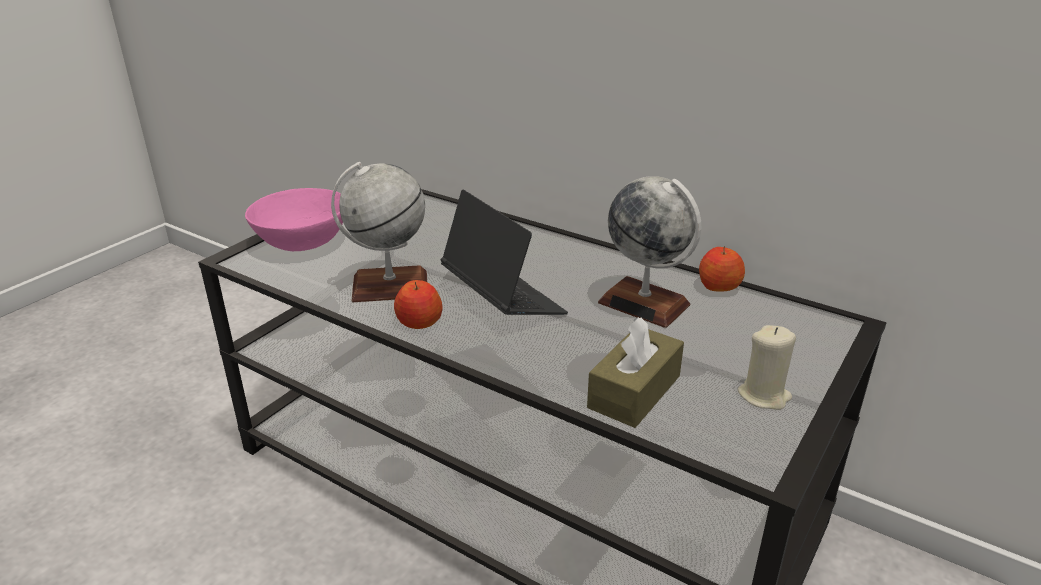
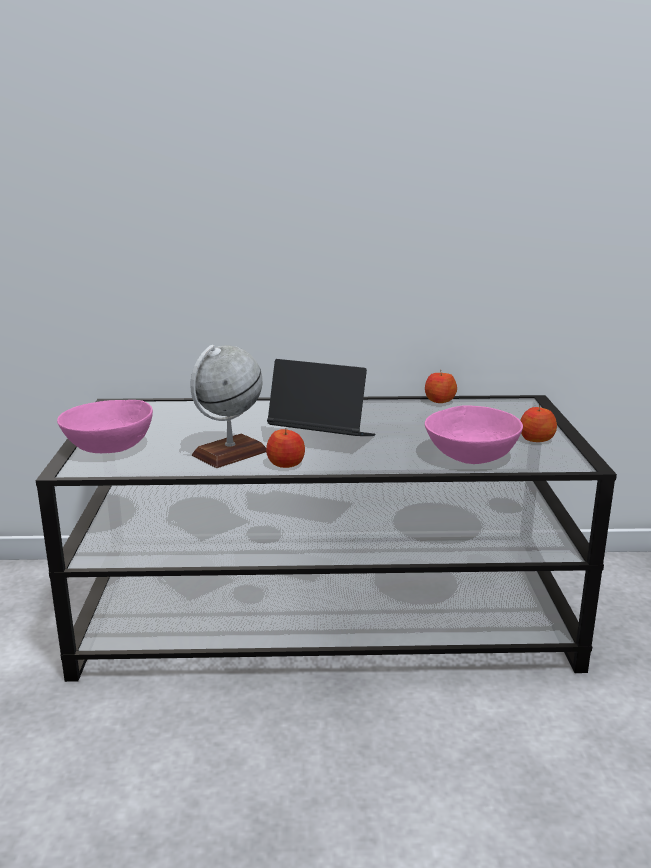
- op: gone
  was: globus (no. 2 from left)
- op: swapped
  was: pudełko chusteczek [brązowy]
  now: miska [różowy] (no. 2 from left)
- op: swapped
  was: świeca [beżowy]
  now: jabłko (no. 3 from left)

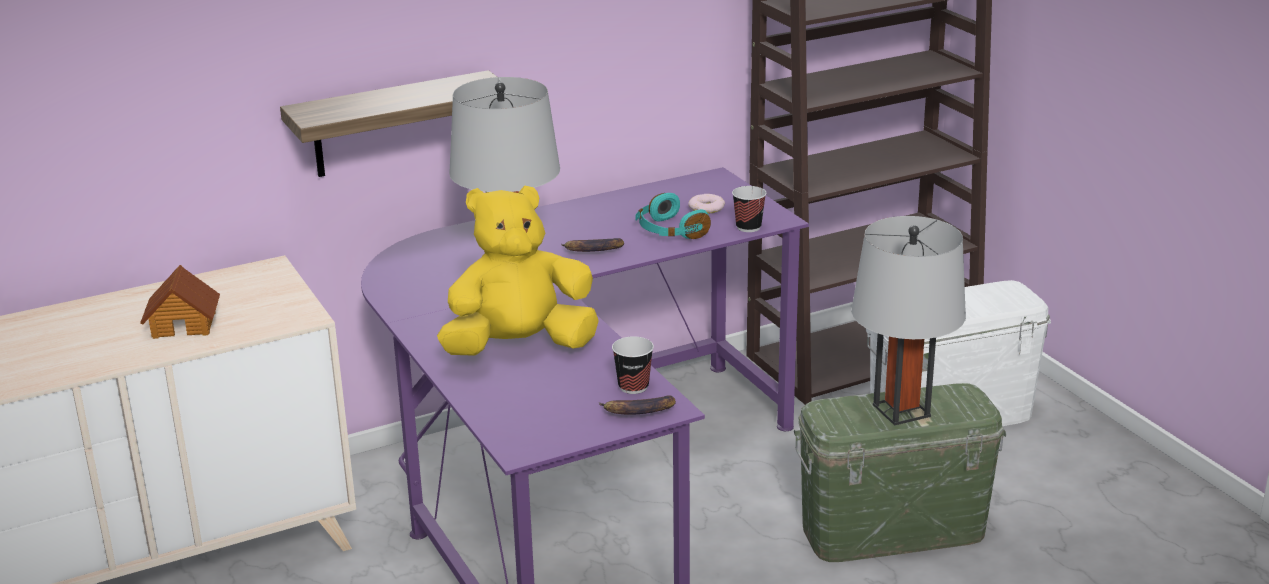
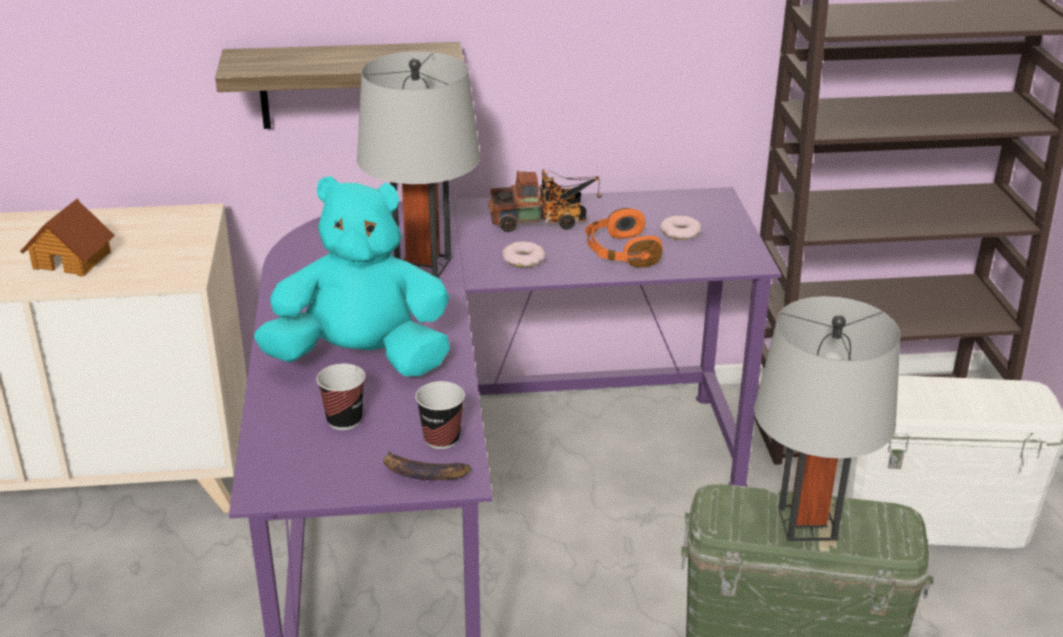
- op: repainted
  was: pluszak [żółty]
  now: pluszak [turkusowy]
- op: shifted
  was: filiżanka (no. 2 from left in the first image)
  now: filiżanka (no. 1 from left)
- op: repainted
  was: słuchawki [turkusowy]
  now: słuchawki [pomarańczowy]
- op: swapped
  was: banan (no. 1 from left)
  now: donut (no. 1 from left)
- op: new
  now: ciężarówka zabawkowa

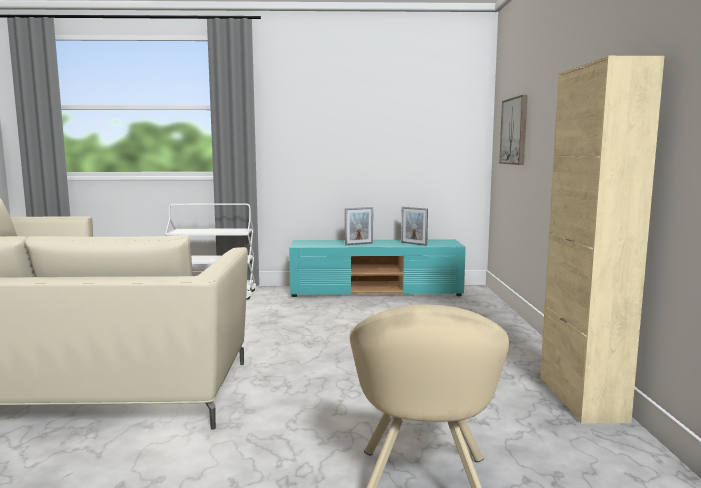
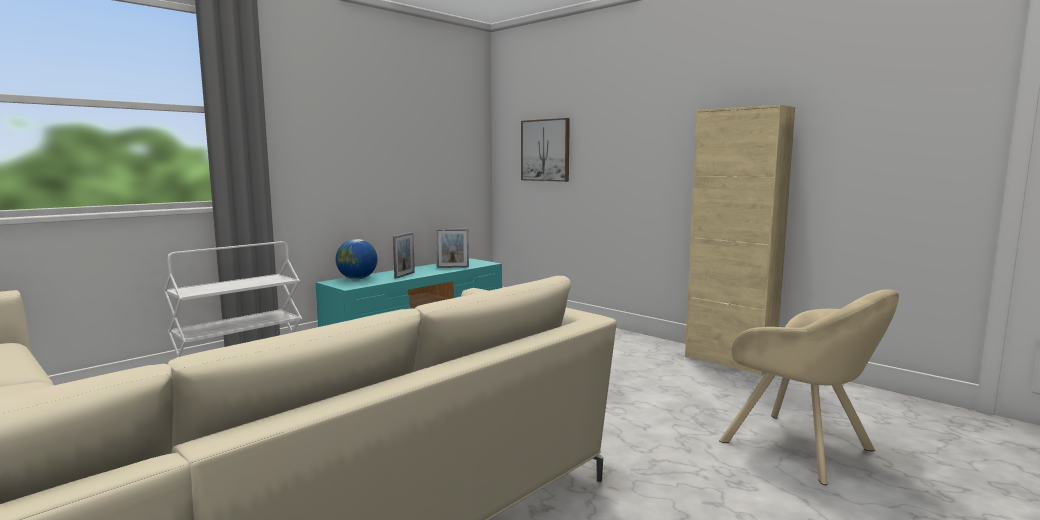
- op: new
  now: globus

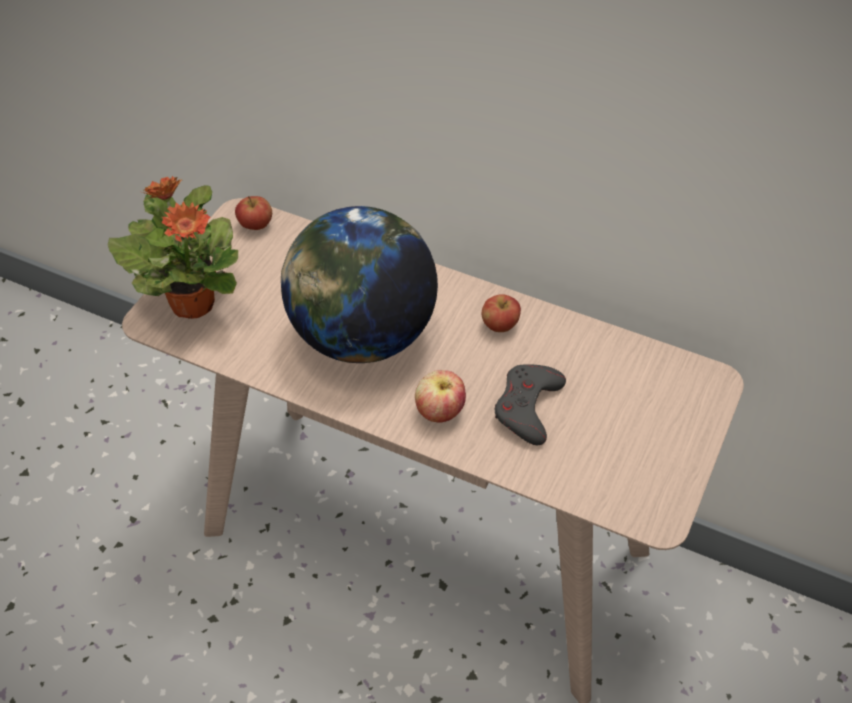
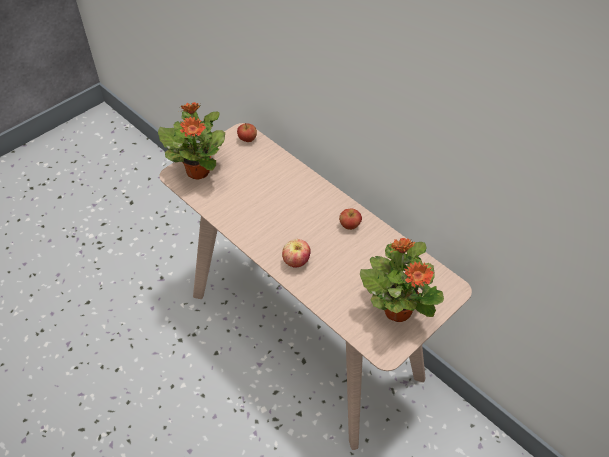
- op: gone
  was: globus
- op: gone
  was: pad do gier [szary]
- op: new
  now: roślina doniczkowa (no. 2 from left)

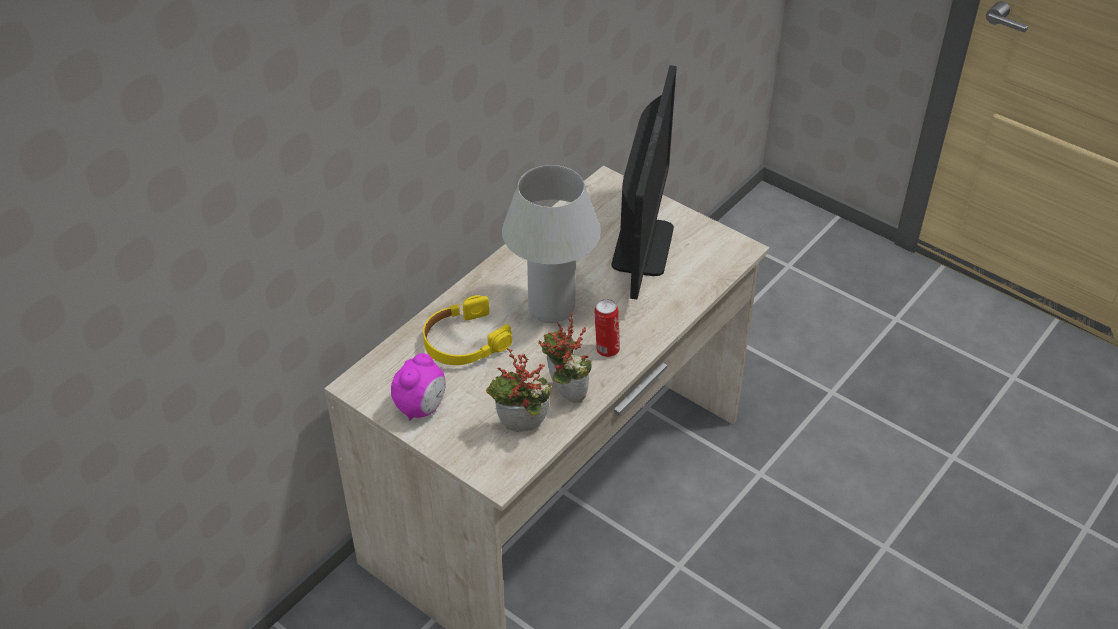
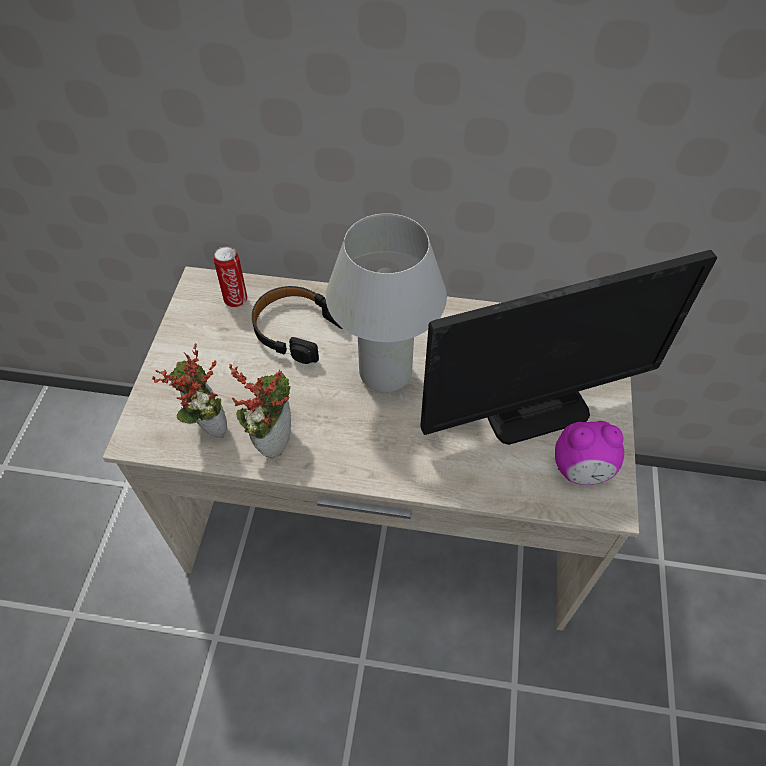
- op: repainted
  was: słuchawki [żółty]
  now: słuchawki [czarny]
- op: shifted
  was: puszka
- op: shifted
  was: budzik

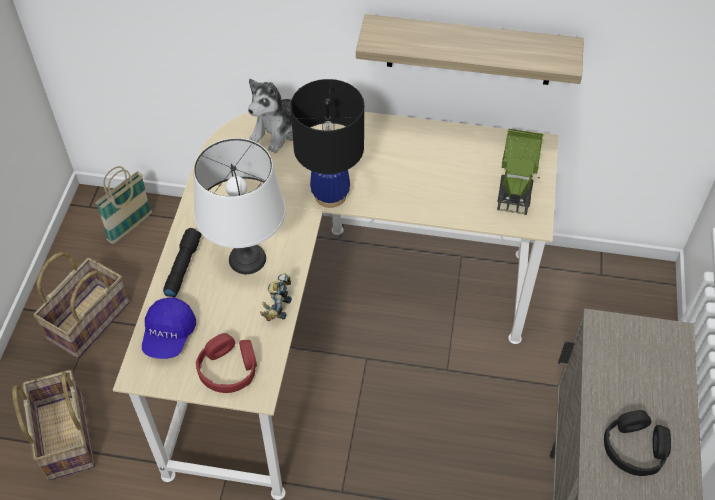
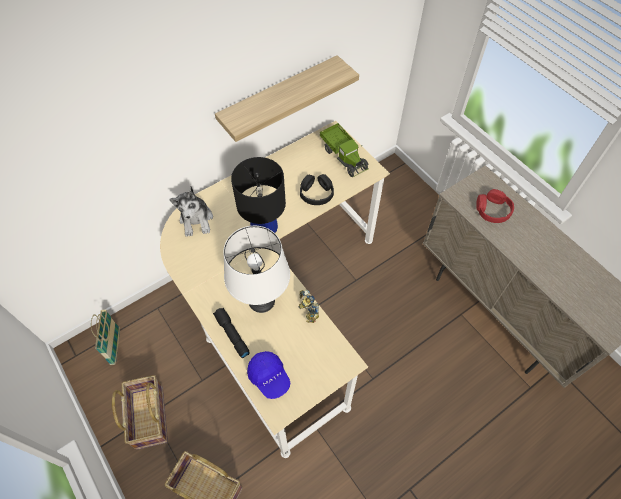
- op: shifted
  was: słuchawki [czerwony]
- op: shifted
  was: słuchawki [czarny]

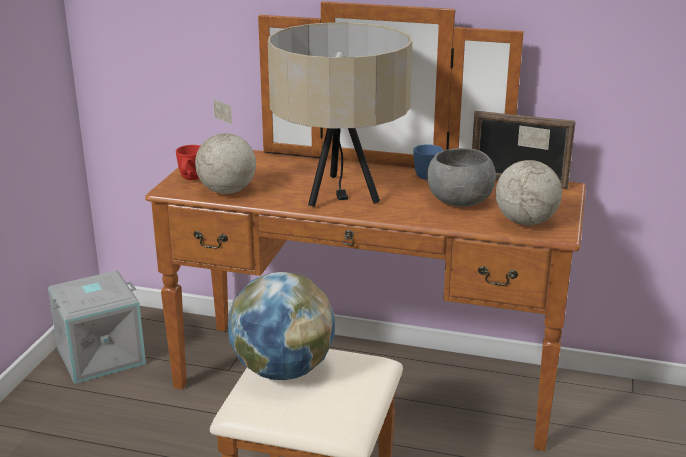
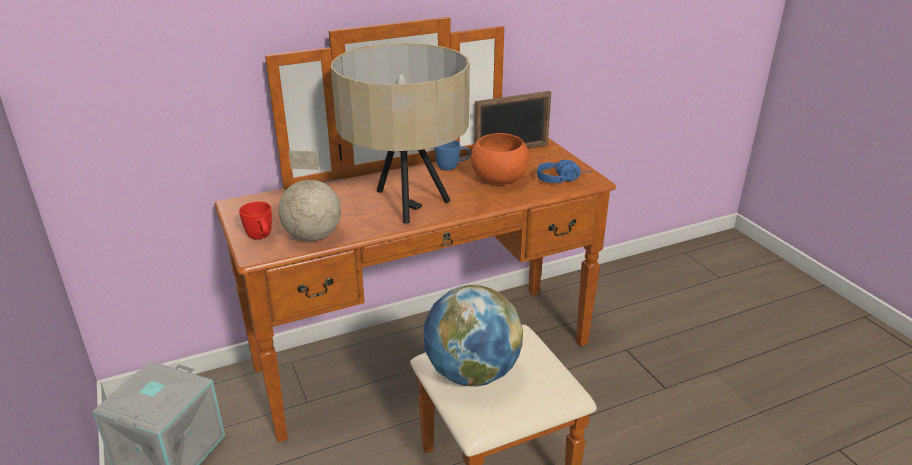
- op: swapped
  was: globus (no. 3 from left)
  now: słuchawki [niebieski]
- op: repainted
  was: miska [szary]
  now: miska [pomarańczowy]

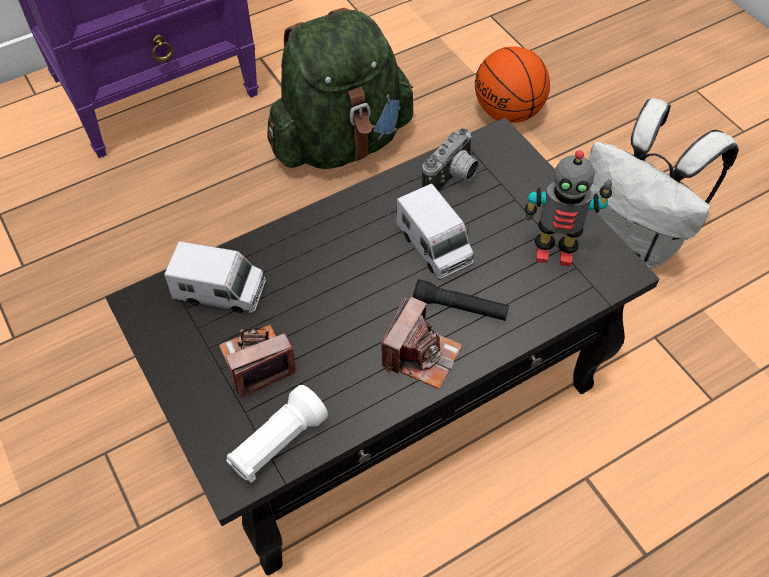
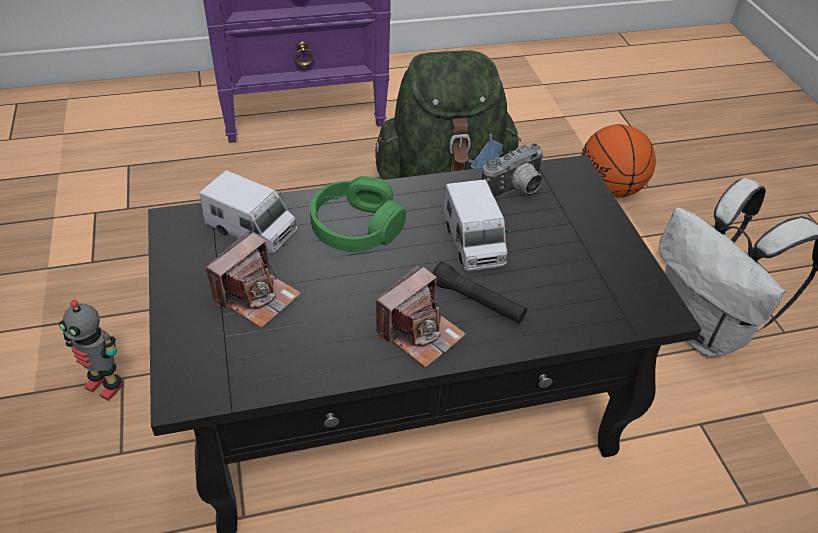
- op: shifted
  was: robot zabawkowy
- op: rotated
  was: aparat fotograficzny (no. 1 from left)
  clockwise: 135
- op: gone
  was: latarka [biały]
- op: new
  now: słuchawki [zielony]

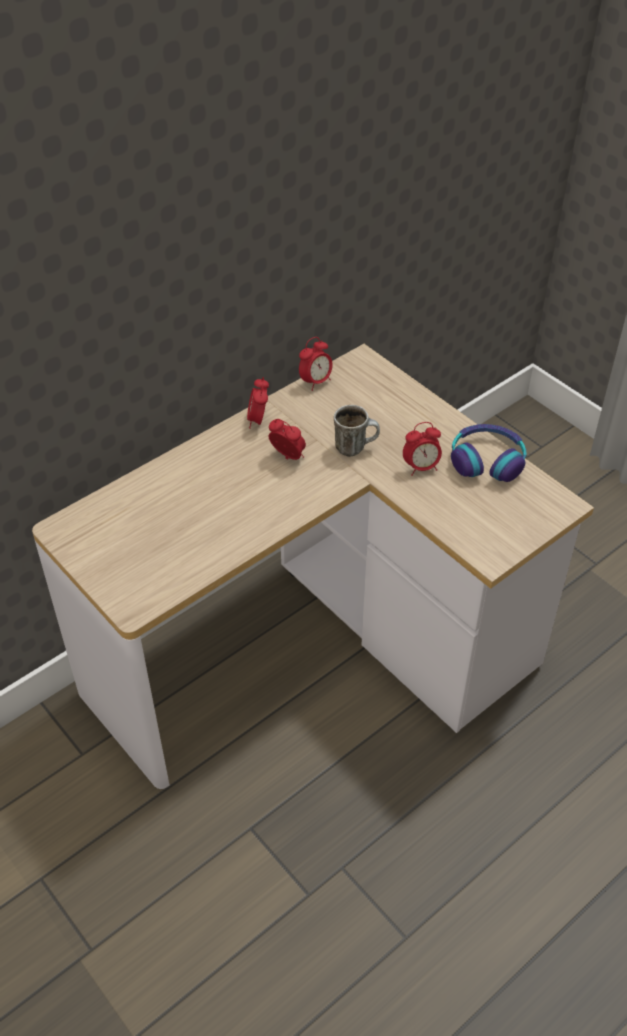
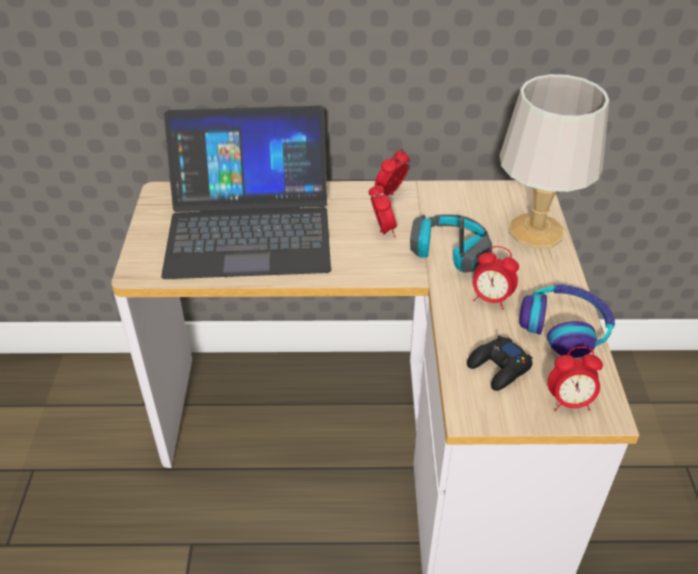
- op: shifted
  was: budzik (no. 3 from left in the first image)
  now: budzik (no. 4 from left)
- op: swapped
  was: kubek
  now: słuchawki (no. 1 from left)
- op: new
  now: lampa stołowa [szary]
- op: new
  now: laptop
- op: new
  now: pad do gier [czarny]

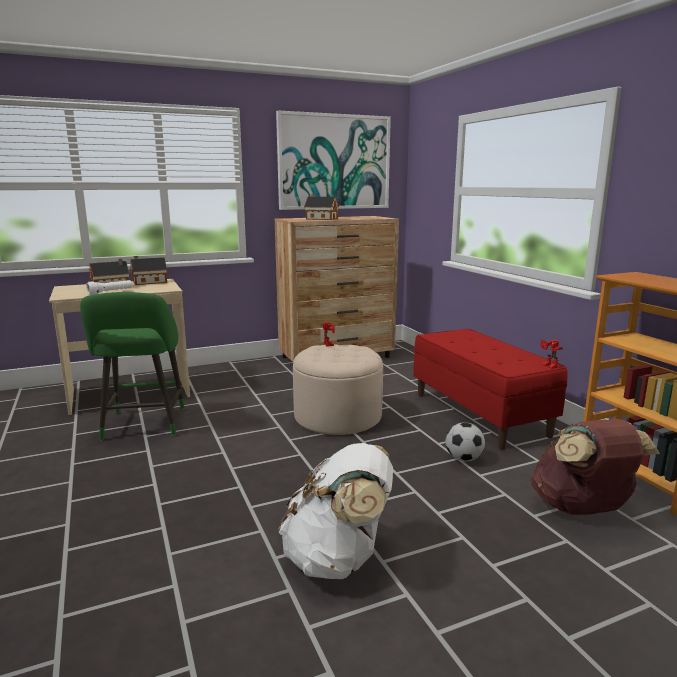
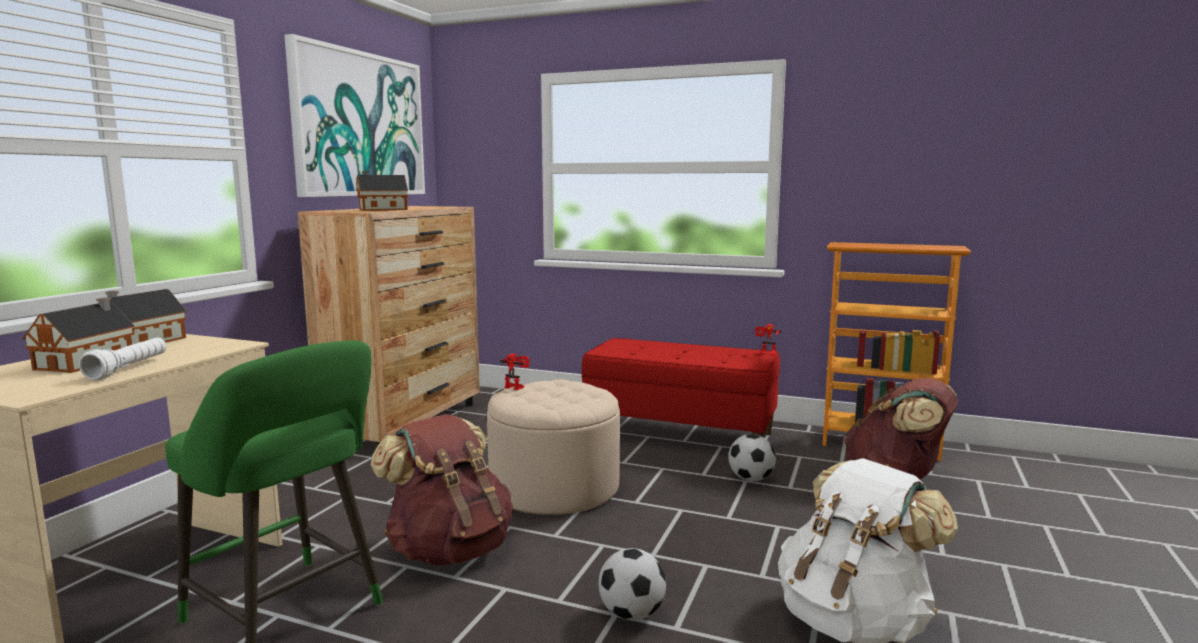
- op: new
  now: plecak [brązowy] (no. 1 from left)
- op: new
  now: piłka futbolowa (no. 1 from left)

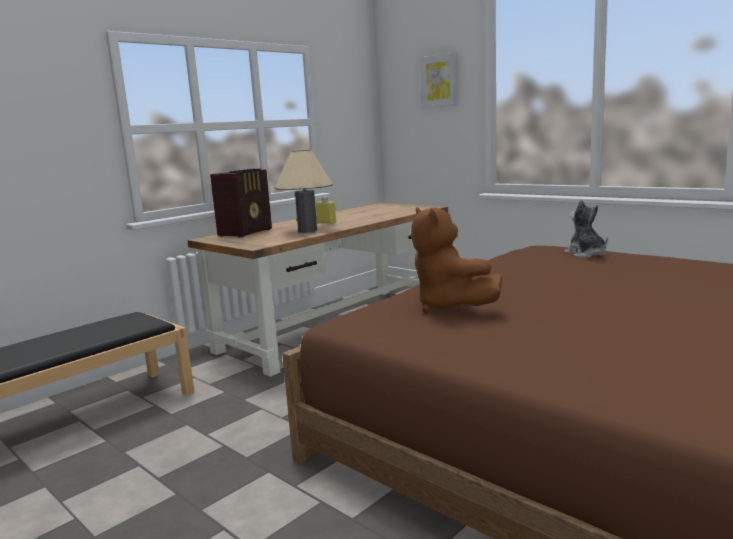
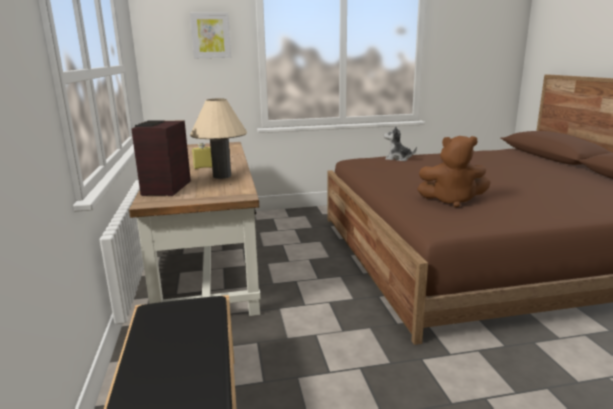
- op: rotated
  was: radio
  clockwise: -150

